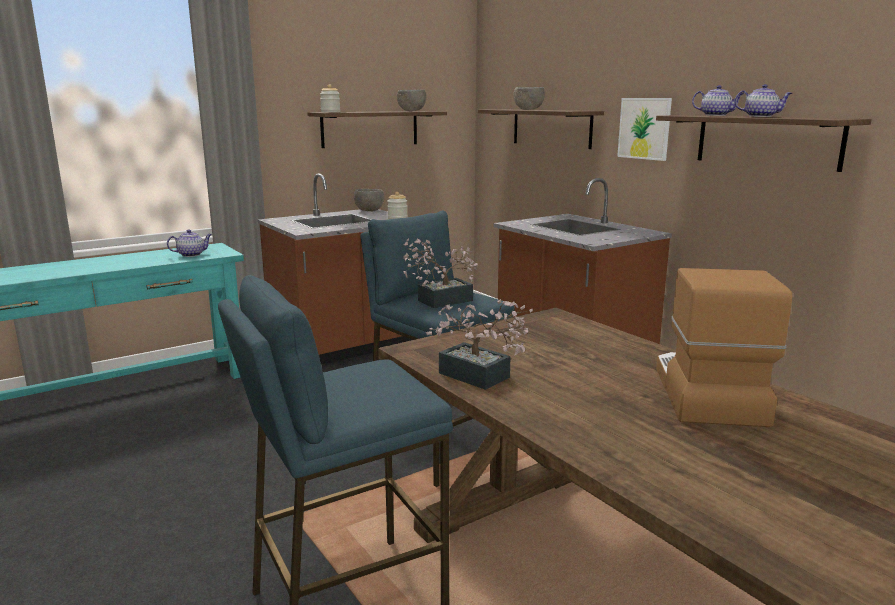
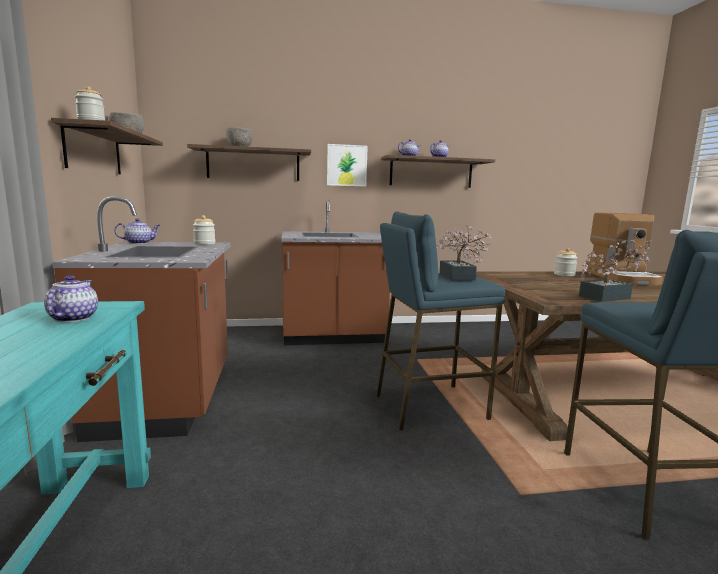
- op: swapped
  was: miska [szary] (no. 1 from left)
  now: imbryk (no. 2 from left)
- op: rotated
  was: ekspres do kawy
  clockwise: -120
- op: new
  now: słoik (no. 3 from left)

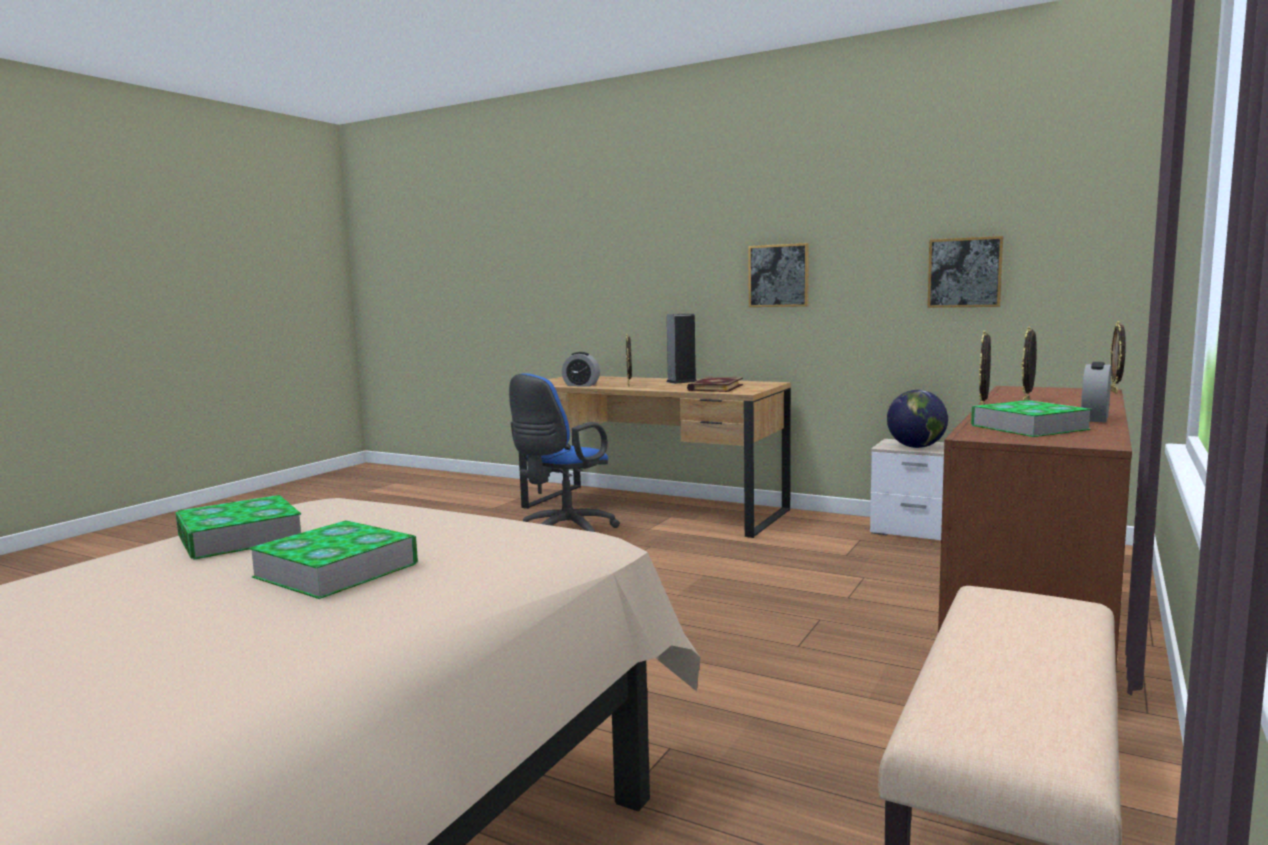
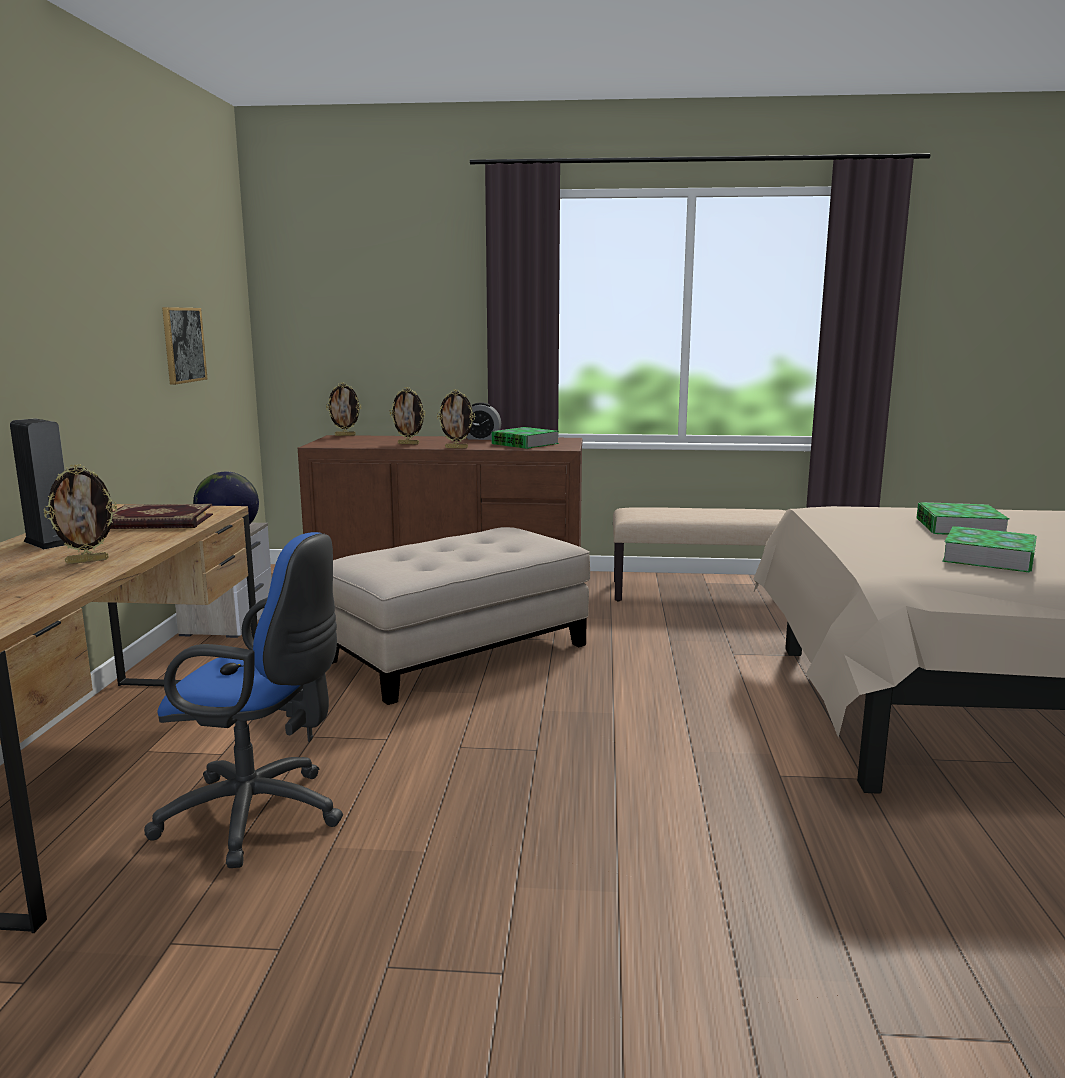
- op: gone
  was: obraz (no. 1 from left)
- op: gone
  was: budzik (no. 1 from left)
- op: new
  now: pufa [beżowy]

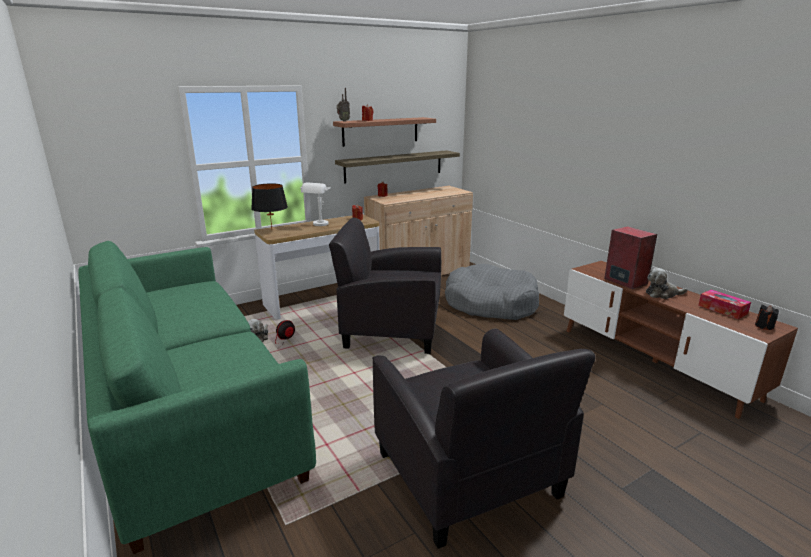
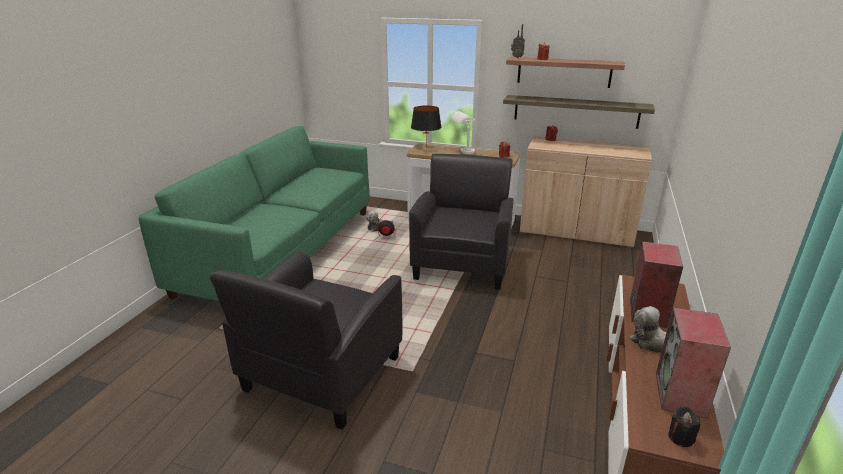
- op: rotated
  was: fotel [czarny] (no. 1 from left in the first image)
  clockwise: 45
- op: gone
  was: legowisko [szary]
- op: swapped
  was: pudełko chusteczek
  now: głośnik (no. 2 from left)

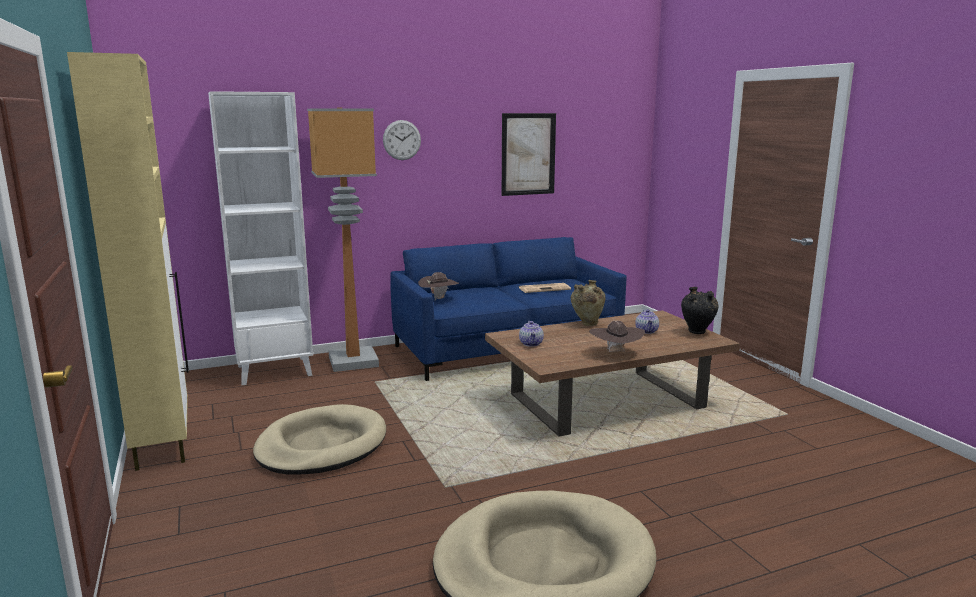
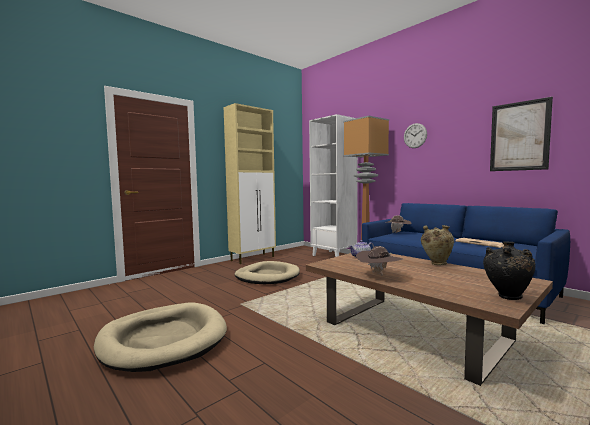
- op: gone
  was: imbryk (no. 2 from left)

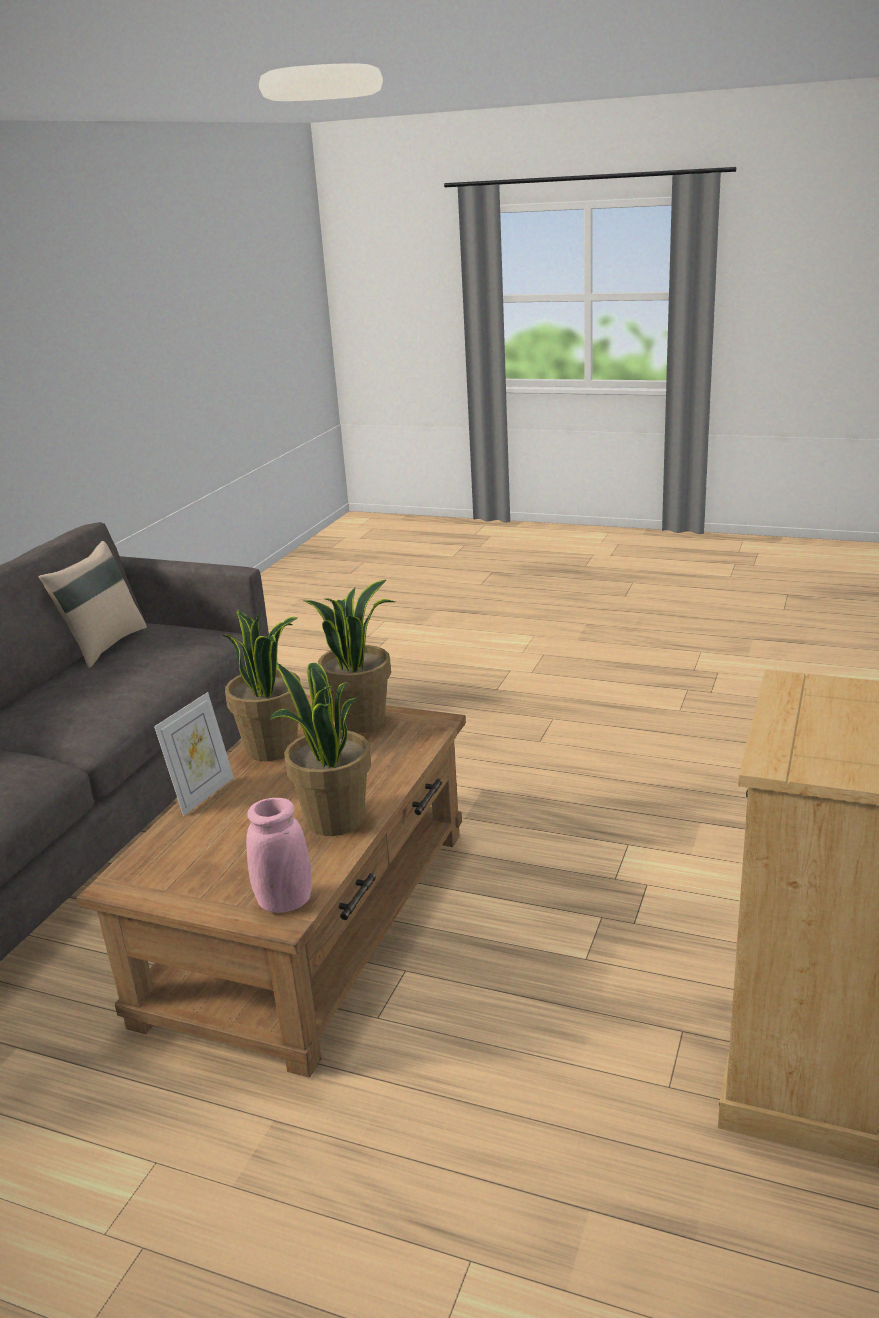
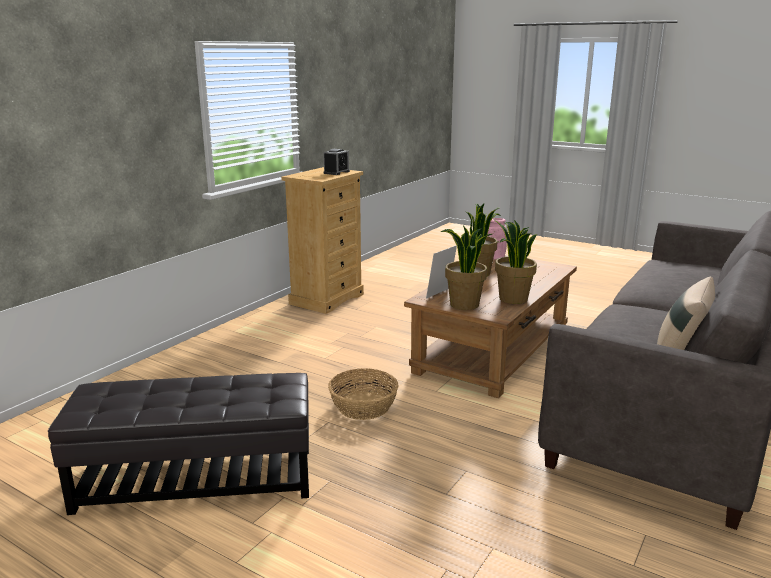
- op: shifted
  was: ramka na zdjęcie
- op: new
  now: budzik
- op: new
  now: koszyk
- op: new
  now: pufa [czarny]

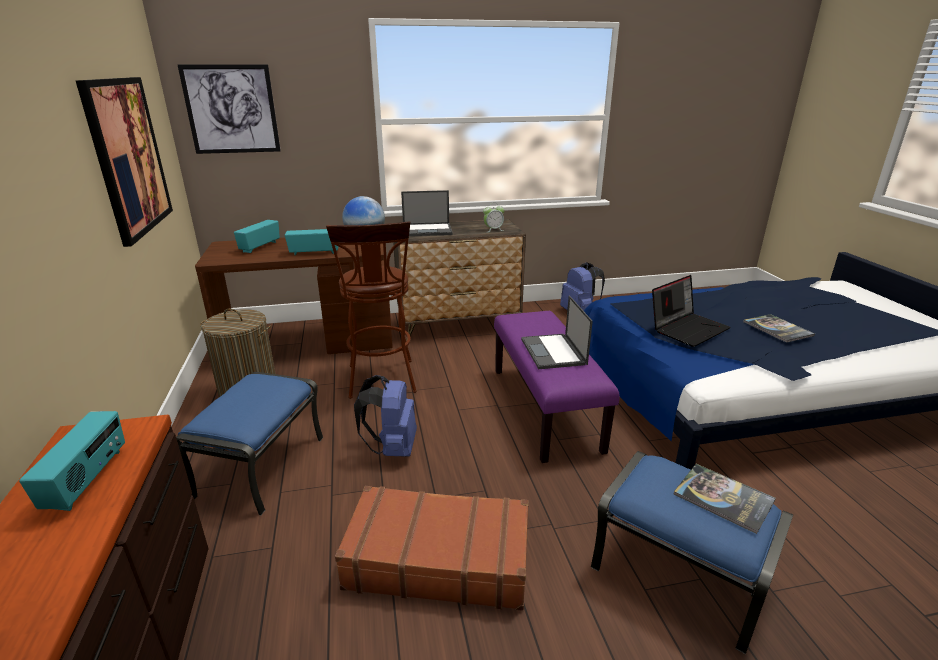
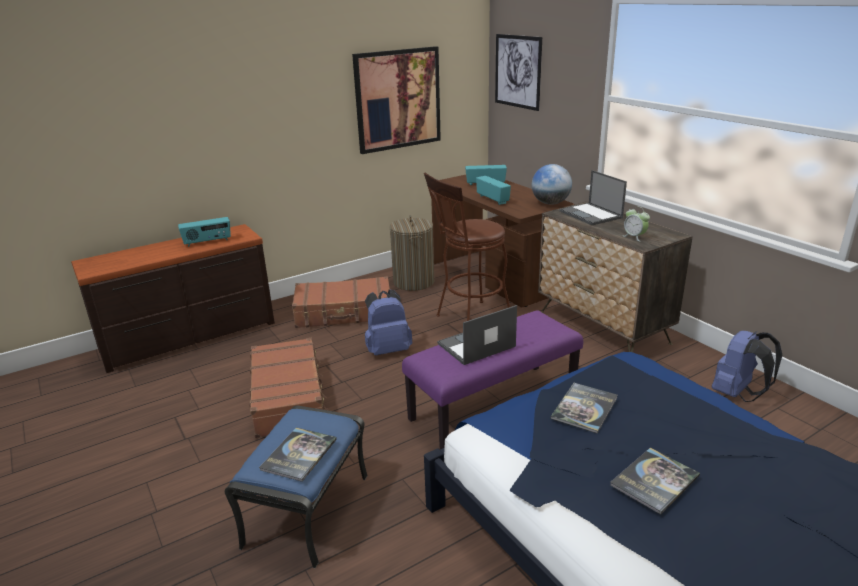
- op: swapped
  was: laptop (no. 3 from left)
  now: książka (no. 2 from left)
- op: swapped
  was: pufa [niebieski] (no. 1 from left)
  now: walizka [brązowy] (no. 2 from left)

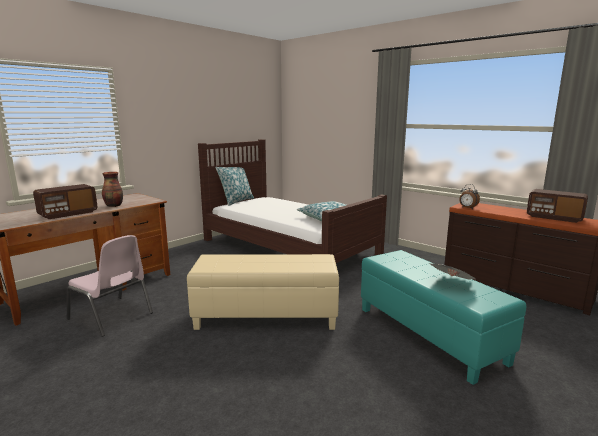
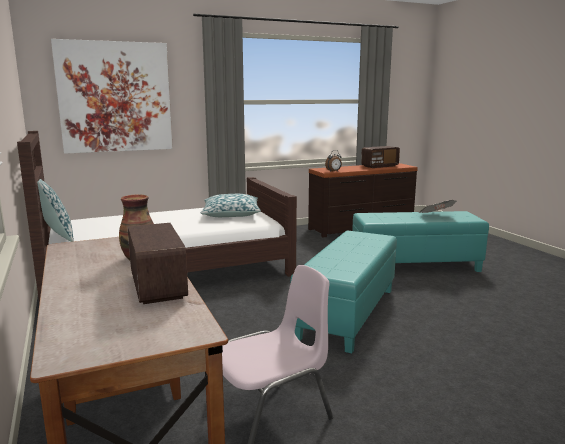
- op: repainted
  was: pufa [beżowy]
  now: pufa [turkusowy] (no. 1 from left)
- op: new
  now: obraz

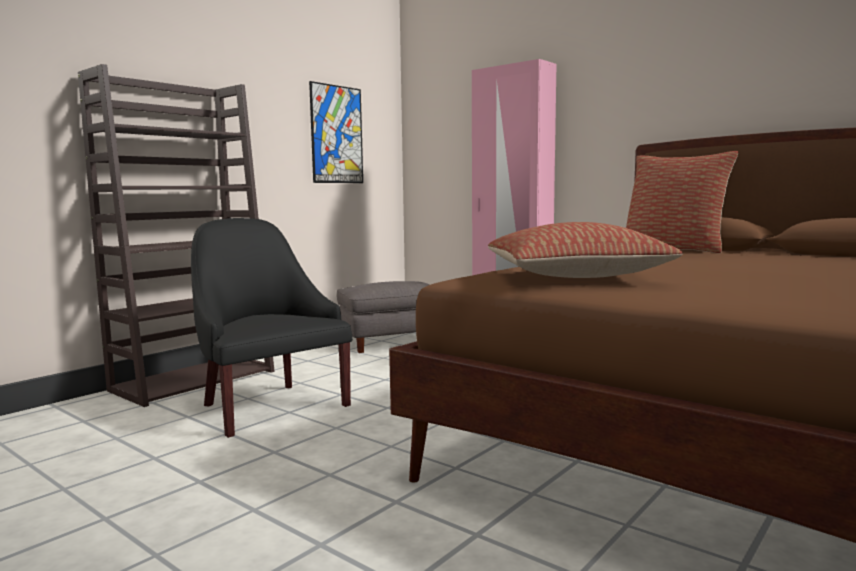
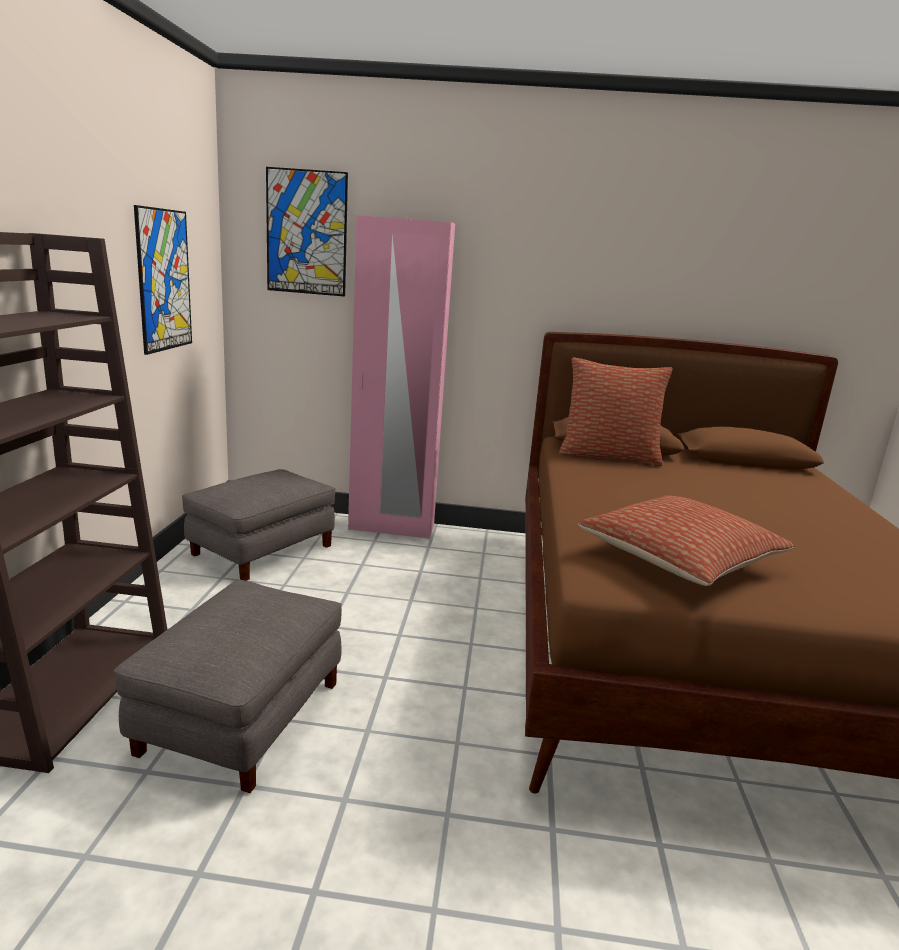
- op: swapped
  was: fotel [czarny]
  now: pufa [szary] (no. 1 from left)
- op: new
  now: obraz (no. 2 from left)

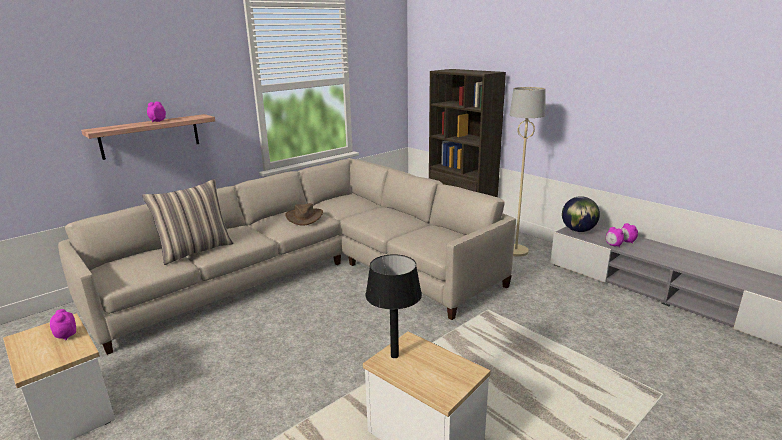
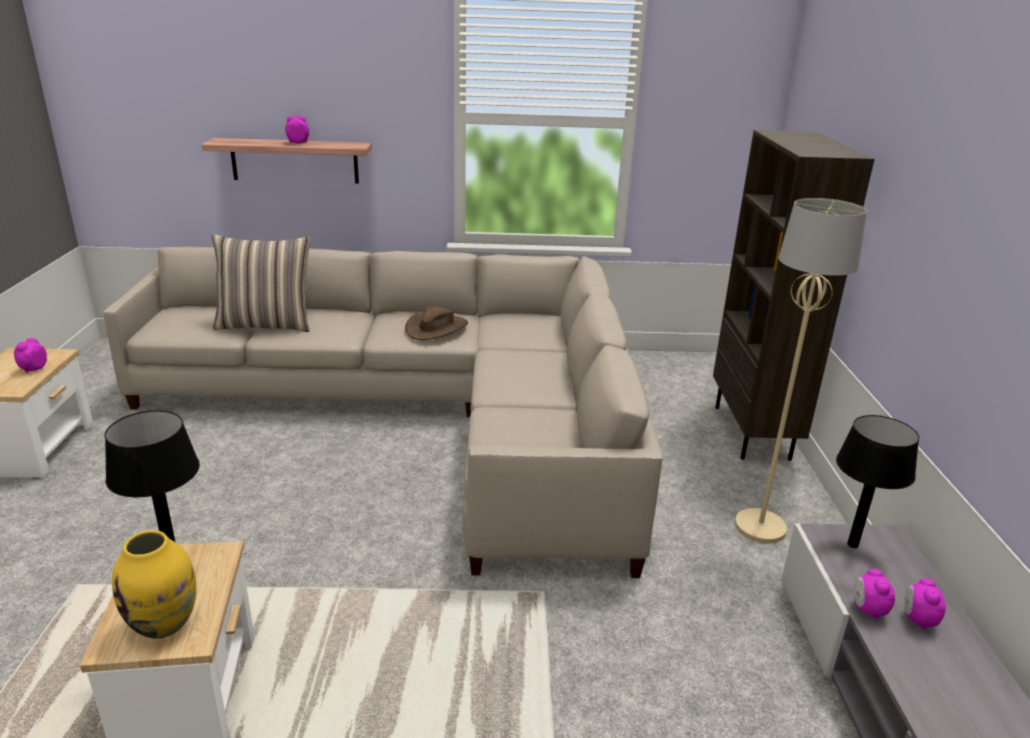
- op: swapped
  was: globus
  now: lampa stołowa [czarny] (no. 2 from left)
- op: new
  now: wazon [żółty]

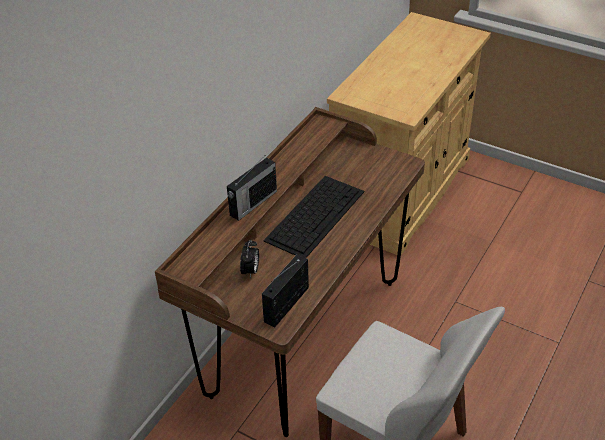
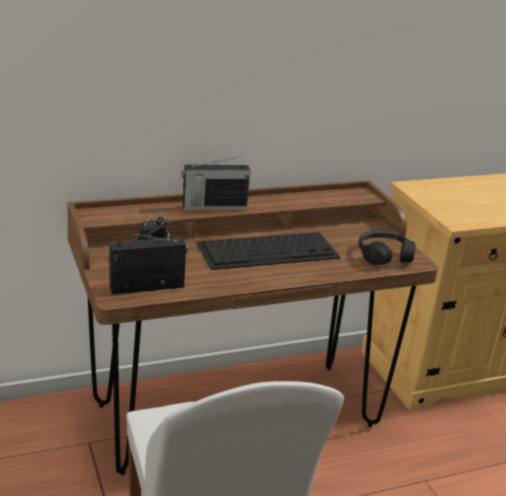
- op: new
  now: słuchawki [czarny]

